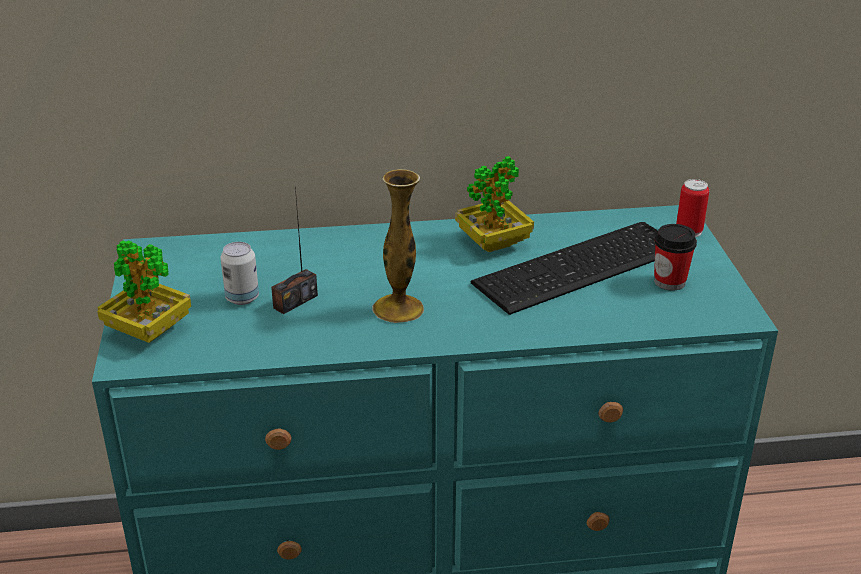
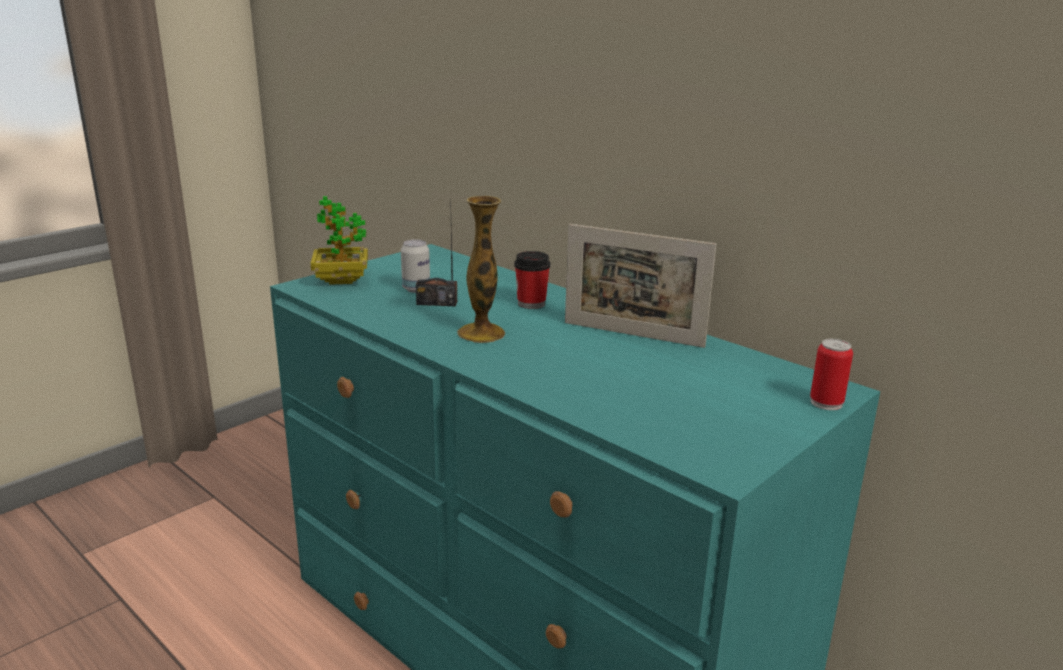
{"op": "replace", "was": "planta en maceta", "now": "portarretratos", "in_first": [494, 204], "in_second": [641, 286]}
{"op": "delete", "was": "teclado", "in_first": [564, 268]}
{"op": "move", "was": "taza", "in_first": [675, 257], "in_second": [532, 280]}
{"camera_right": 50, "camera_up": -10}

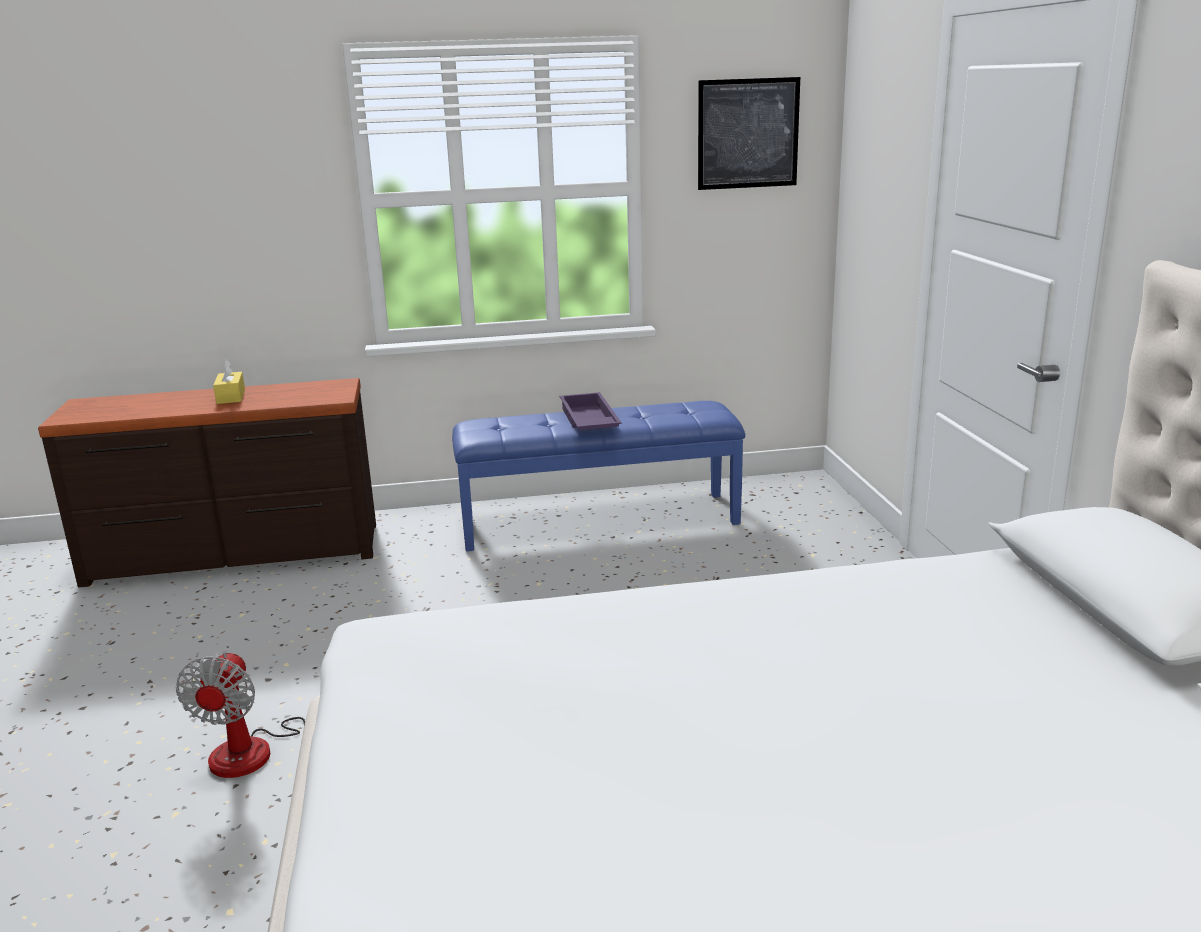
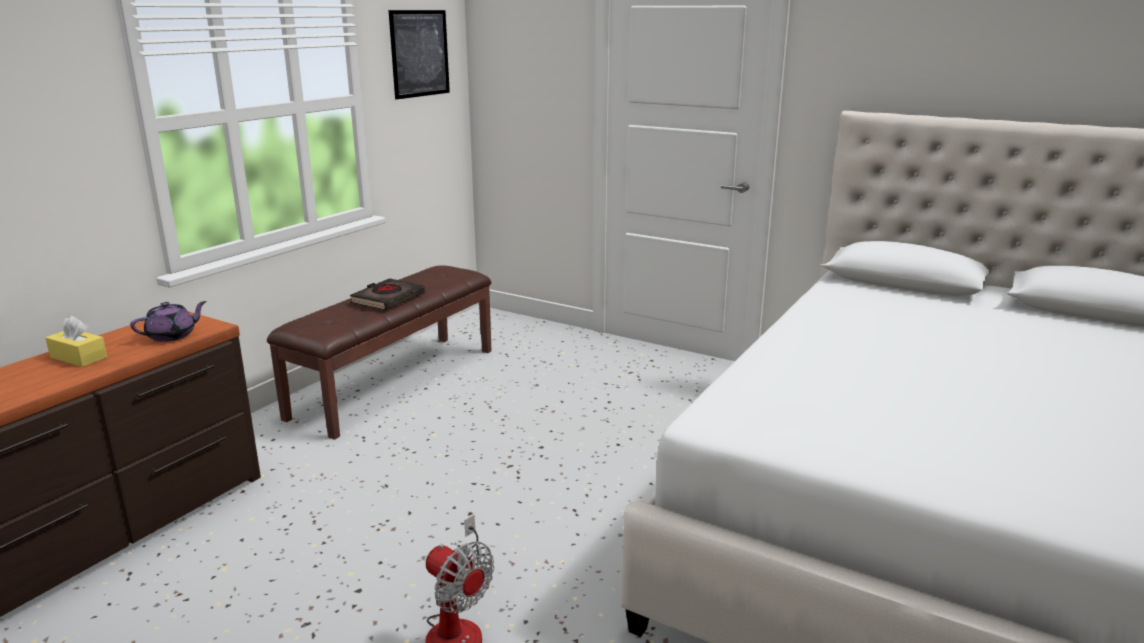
{"op": "recolor", "was": "banco (azul)", "now": "banco (marrón)", "in_first": [598, 476], "in_second": [379, 353]}
{"op": "replace", "was": "bandeja (morado)", "now": "libro (negro)", "in_first": [591, 411], "in_second": [387, 294]}
{"op": "insert", "now": "tetera (morado)", "in_second": [168, 321]}
{"camera_right": -50, "camera_up": 0}

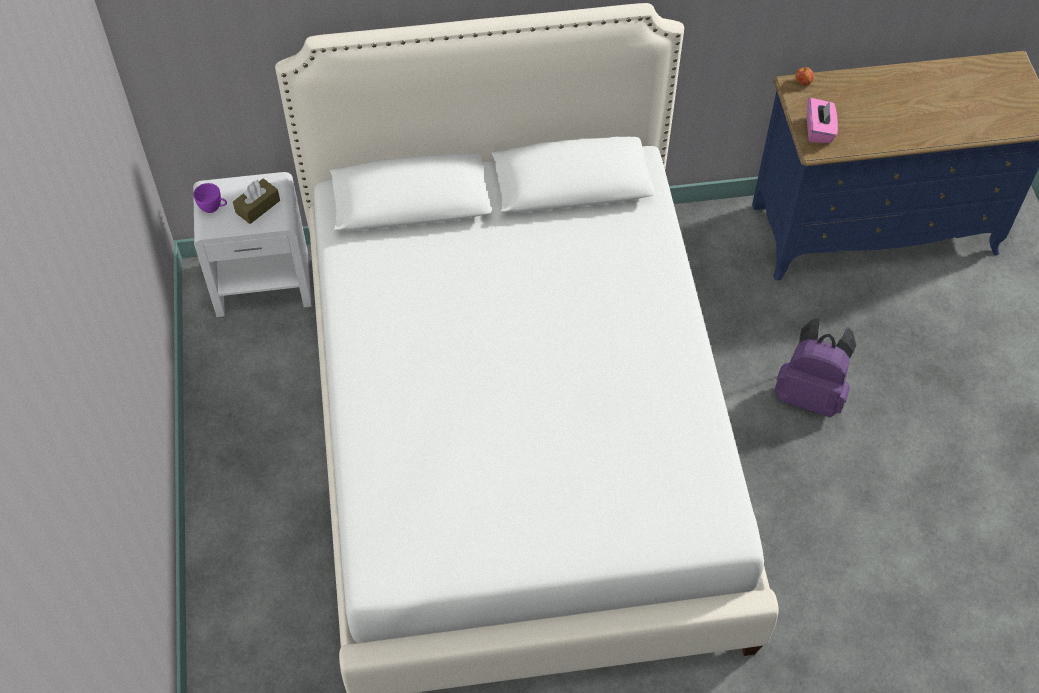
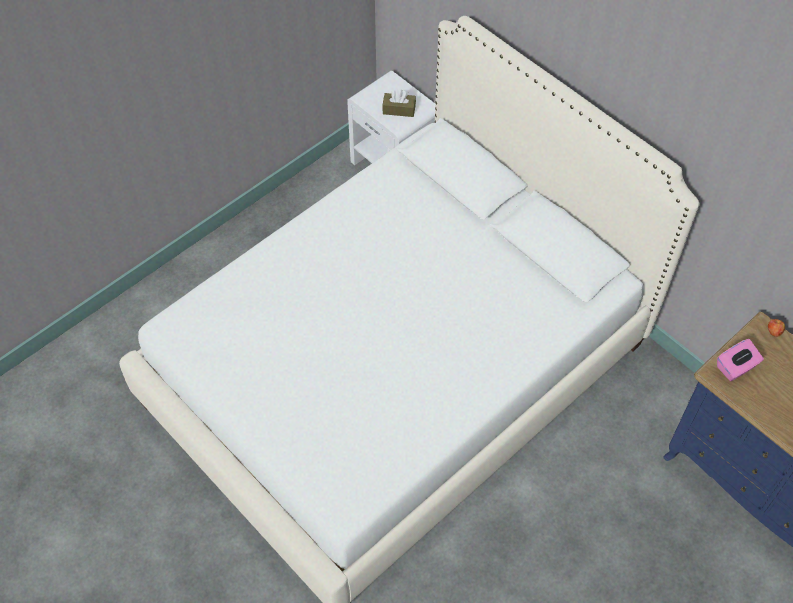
{"op": "delete", "was": "taza (morado)", "in_first": [210, 198]}
{"op": "delete", "was": "mochila (morado)", "in_first": [815, 367]}
{"camera_right": 55, "camera_up": 0}

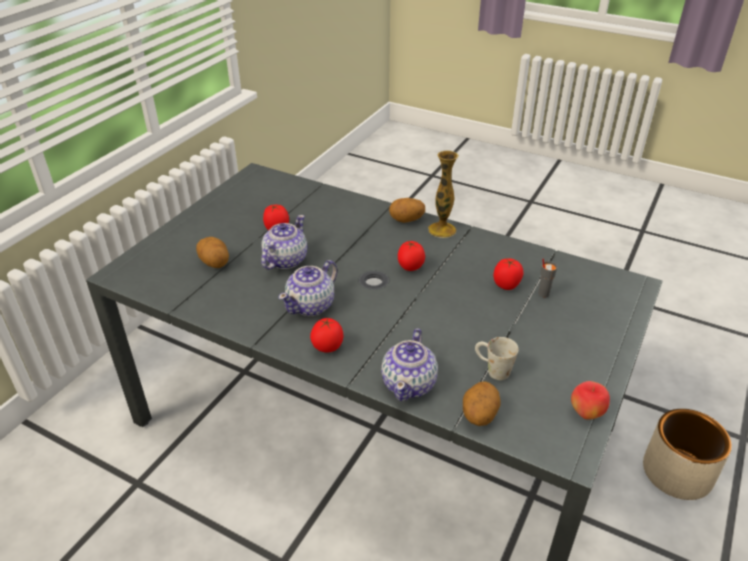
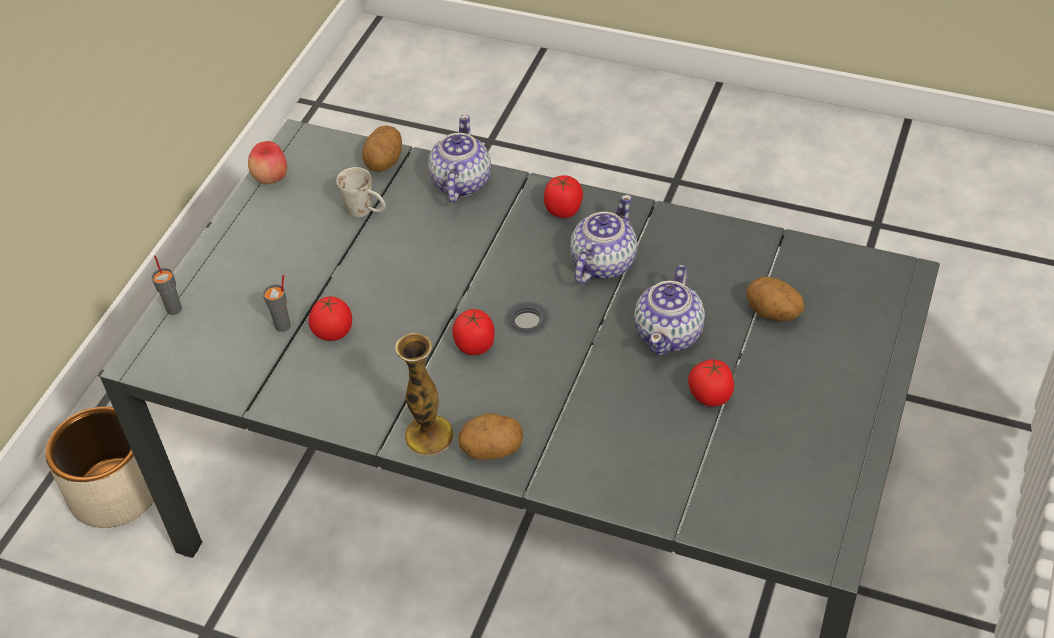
{"op": "insert", "now": "taza (gris)", "in_second": [167, 285]}
{"camera_right": 175, "camera_up": 10}

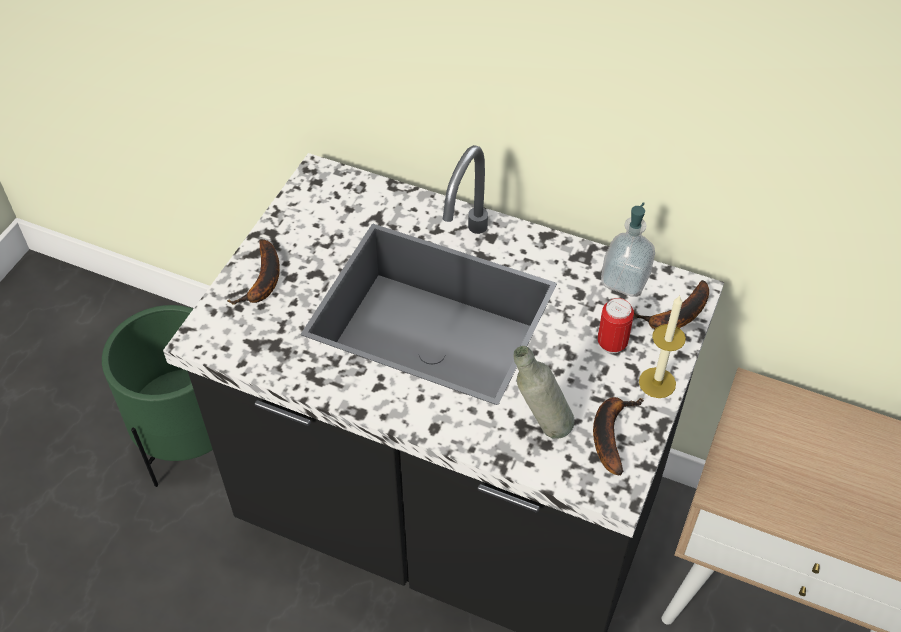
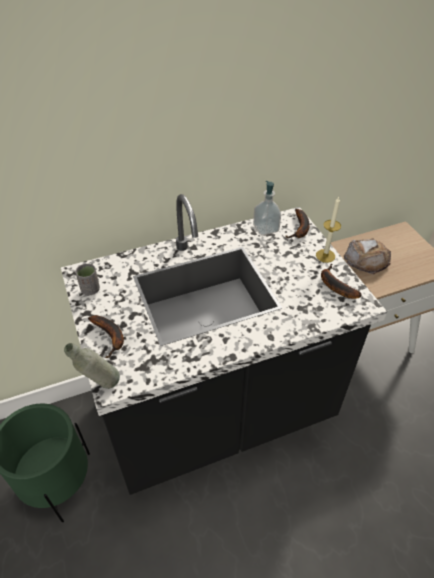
{"op": "move", "was": "botella (gris)", "in_first": [543, 392], "in_second": [92, 366]}
{"op": "delete", "was": "lata", "in_first": [615, 325]}
{"op": "insert", "now": "taza (gris)", "in_second": [87, 279]}
{"op": "insert", "now": "pan", "in_second": [367, 256]}
{"camera_right": -45, "camera_up": -5}

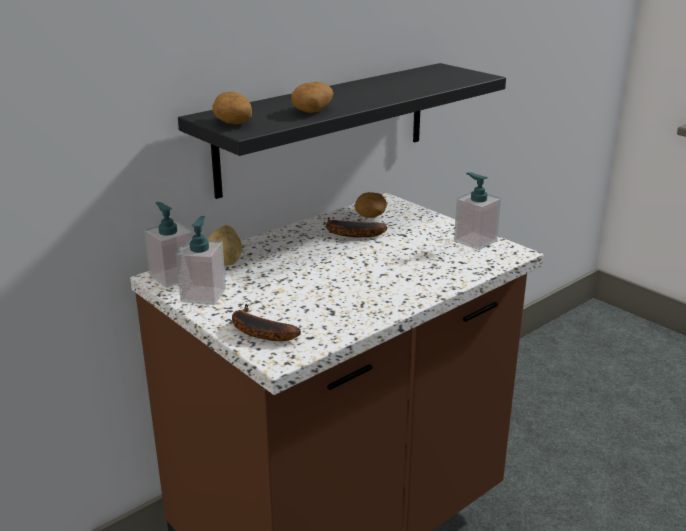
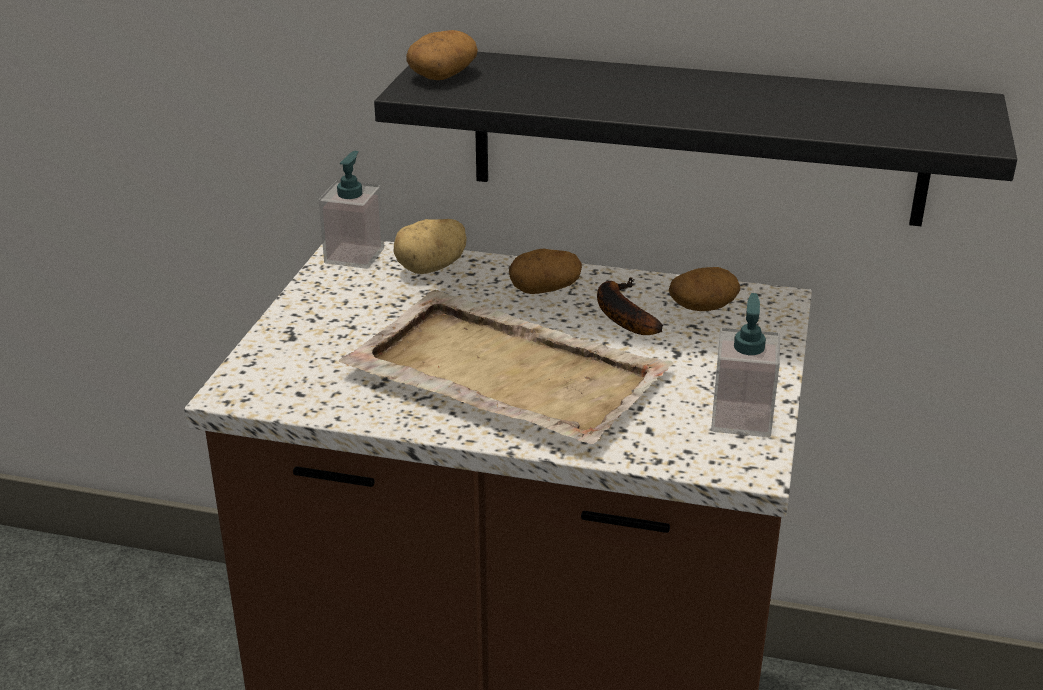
{"op": "delete", "was": "dispensador de jabón", "in_first": [201, 260]}
{"op": "delete", "was": "plátano", "in_first": [266, 322]}
{"op": "move", "was": "patata", "in_first": [312, 97], "in_second": [545, 271]}
{"op": "insert", "now": "bandeja (beis)", "in_second": [506, 367]}
{"camera_right": 55, "camera_up": 5}

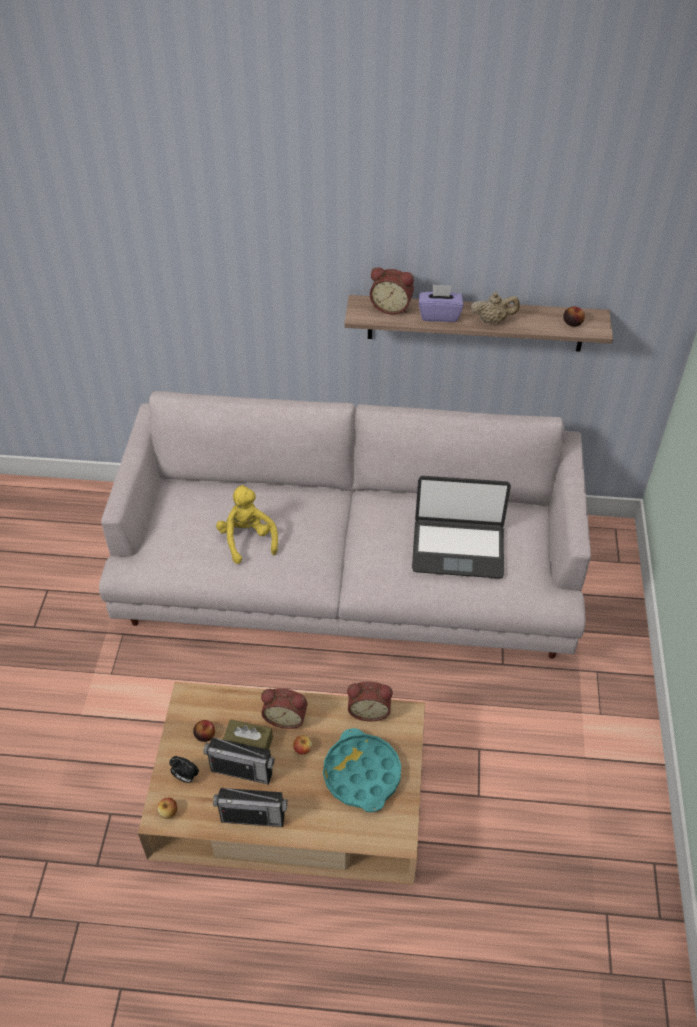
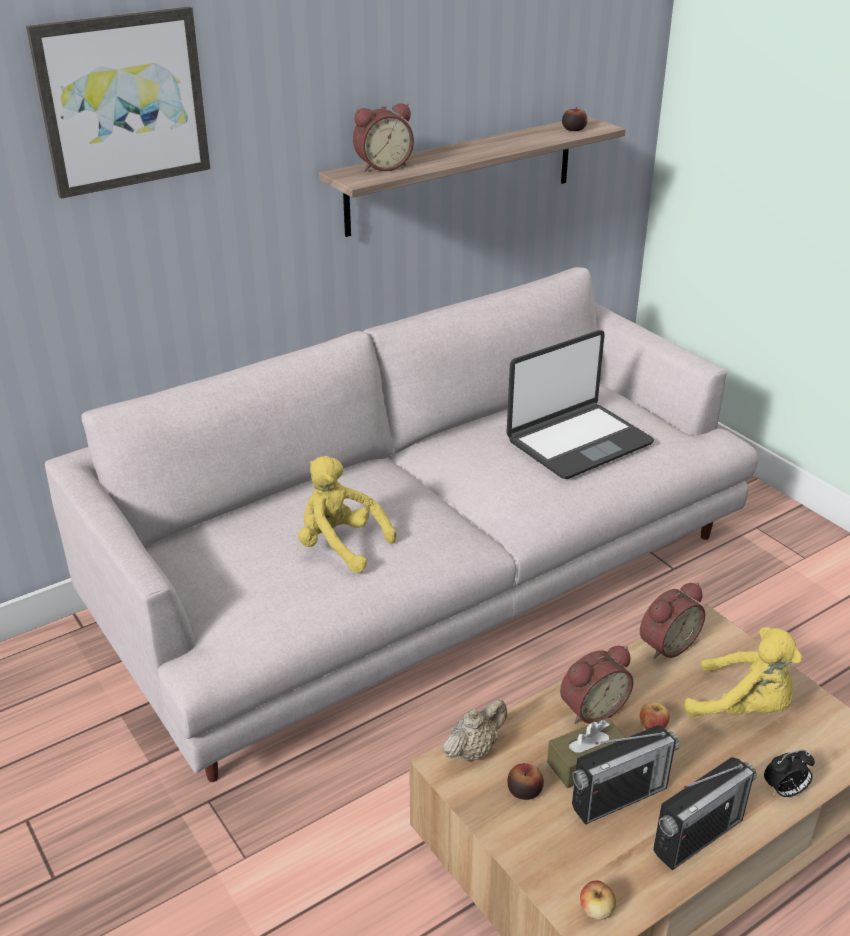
{"op": "move", "was": "despertador", "in_first": [184, 769], "in_second": [789, 773]}
{"op": "replace", "was": "bandeja (turquesa)", "now": "peluche (amarillo)", "in_first": [362, 770], "in_second": [743, 671]}
{"op": "delete", "was": "caja de pañuelos (morado)", "in_first": [441, 303]}
{"op": "move", "was": "tetera (beis)", "in_first": [495, 308], "in_second": [475, 730]}
{"op": "insert", "now": "cuadro", "in_second": [118, 103]}
{"camera_right": -40, "camera_up": -15}

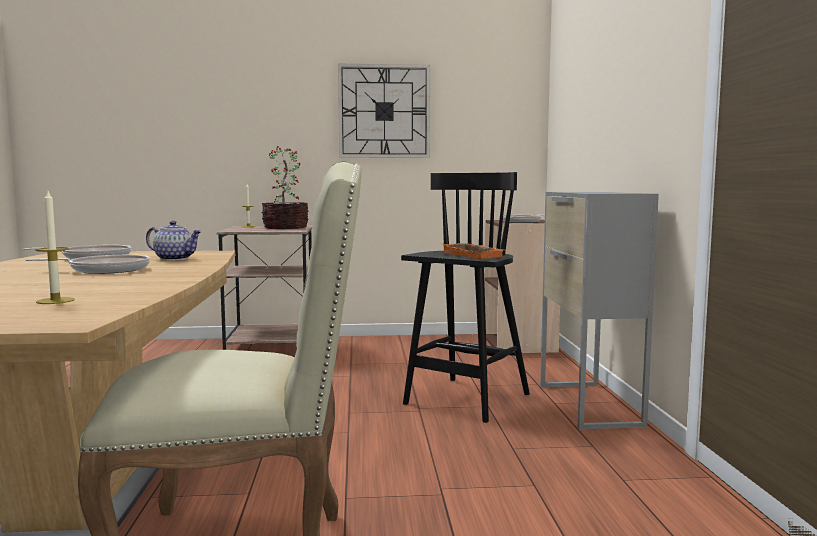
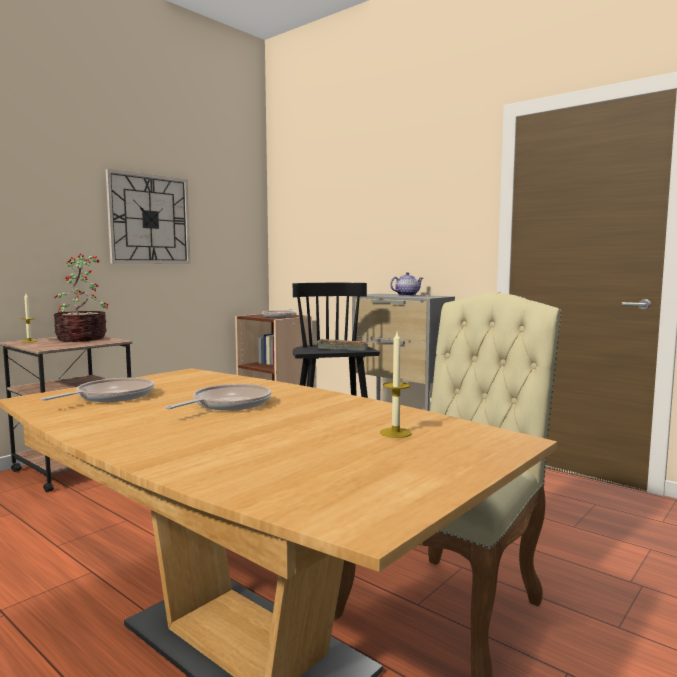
{"op": "move", "was": "tetera", "in_first": [174, 241], "in_second": [406, 284]}
{"op": "recolor", "was": "bandeja (naranja)", "now": "bandeja (gris)", "in_first": [472, 251], "in_second": [343, 345]}
{"camera_right": -45, "camera_up": 0}

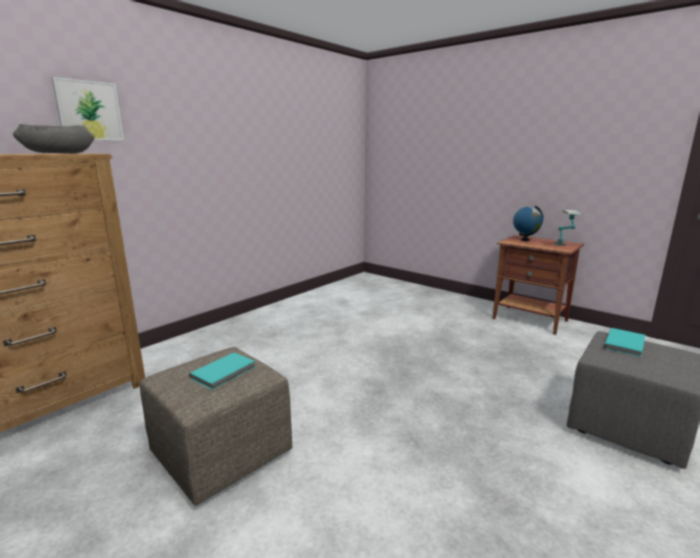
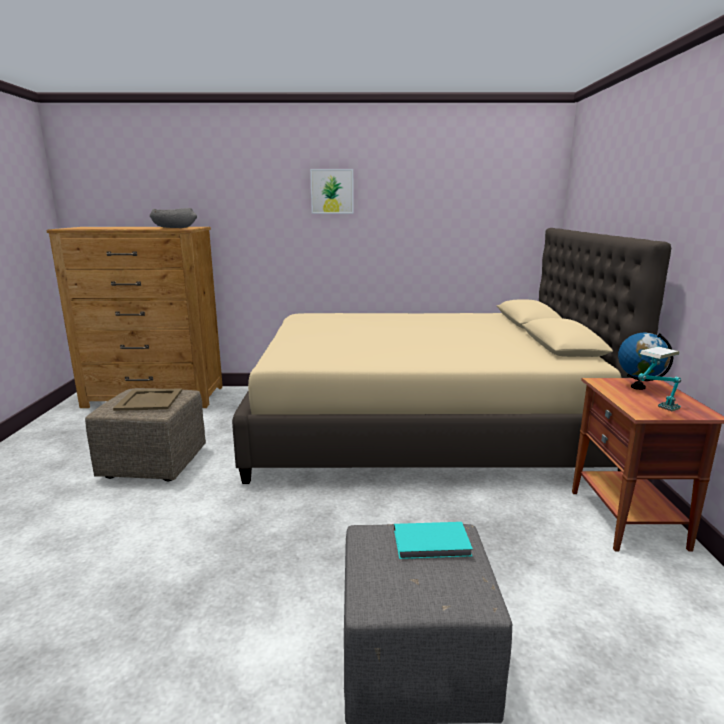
{"op": "move", "was": "cuadro", "in_first": [87, 109], "in_second": [332, 191]}
{"op": "replace", "was": "libro (turquesa)", "now": "bandeja (beis)", "in_first": [222, 371], "in_second": [147, 399]}
{"op": "insert", "now": "cama (beis)", "in_second": [451, 356]}
{"camera_right": 50, "camera_up": 0}

